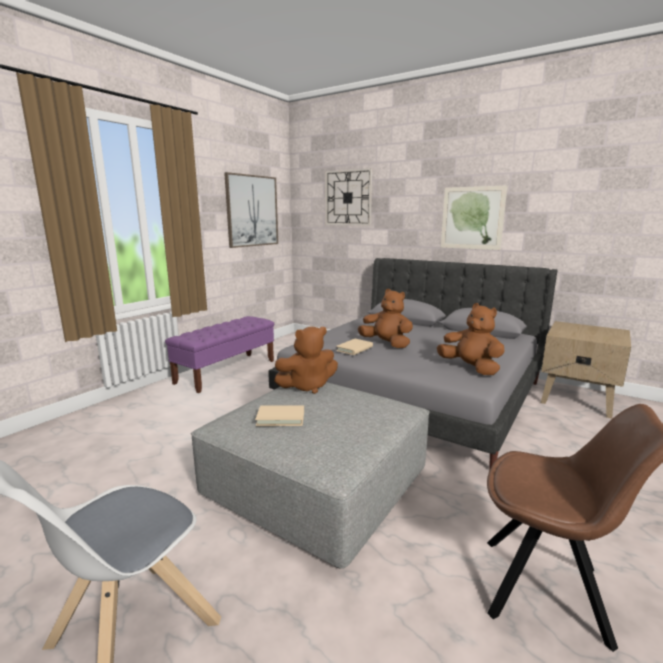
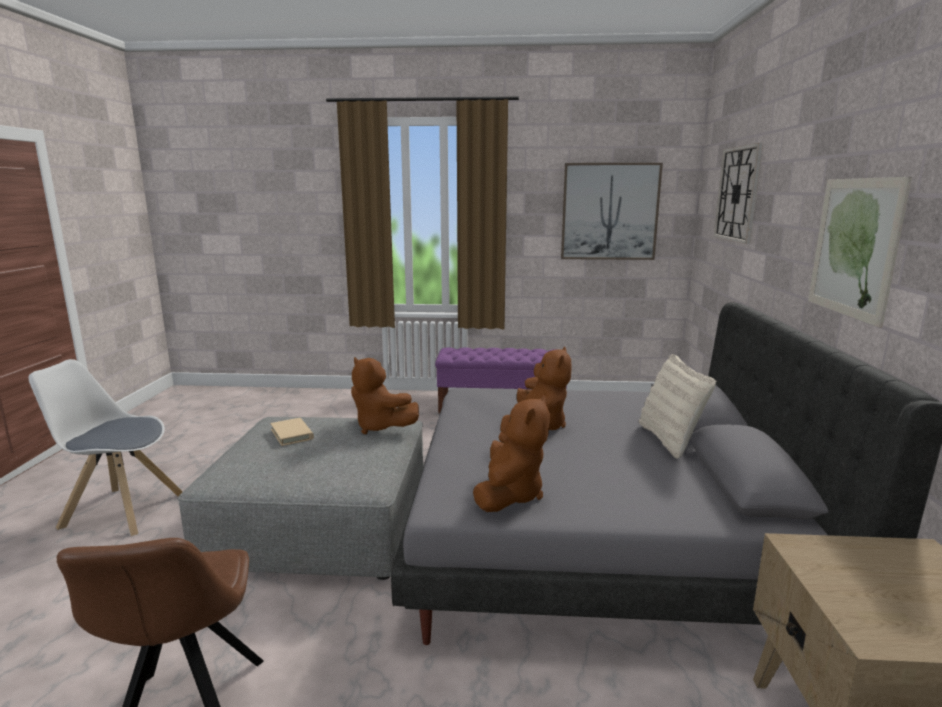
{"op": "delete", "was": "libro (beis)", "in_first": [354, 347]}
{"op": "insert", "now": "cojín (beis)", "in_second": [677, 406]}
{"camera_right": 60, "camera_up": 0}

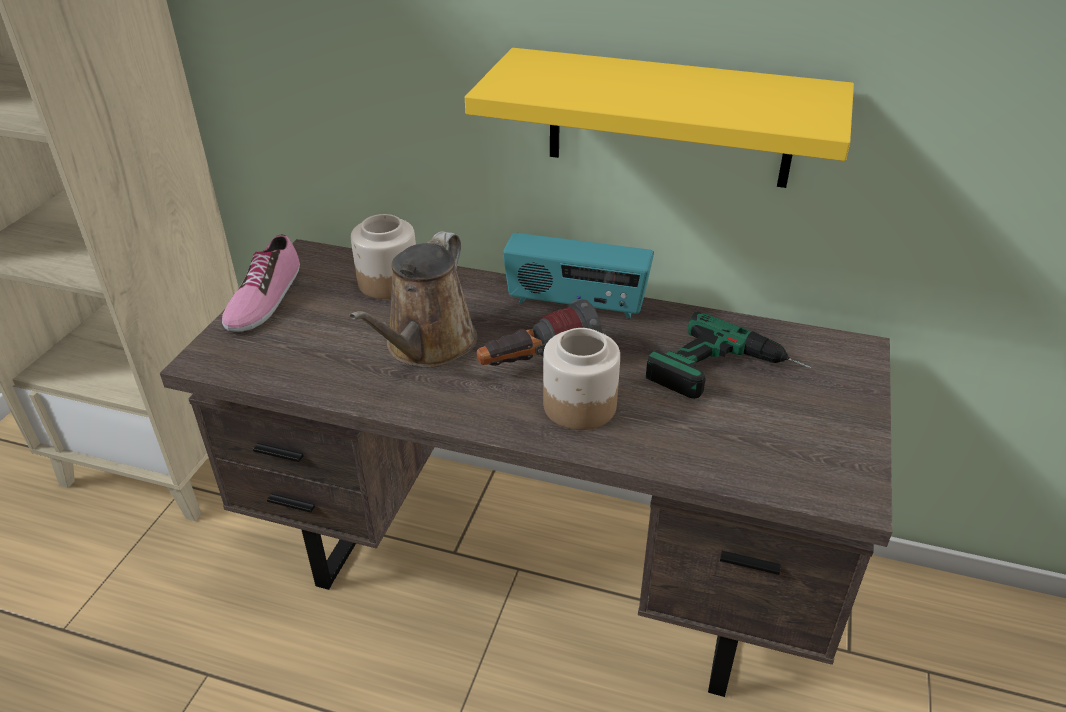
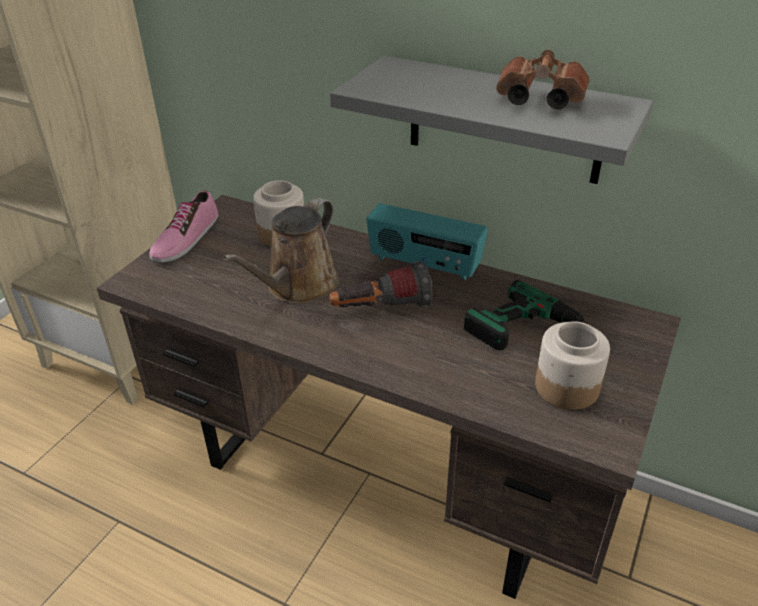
{"op": "recolor", "was": "estante (amarillo)", "now": "estante (gris)", "in_first": [659, 118], "in_second": [492, 120]}
{"op": "move", "was": "tarro", "in_first": [581, 379], "in_second": [572, 365]}
{"op": "insert", "now": "prismáticos (marrón)", "in_second": [542, 80]}
{"camera_right": 10, "camera_up": 0}

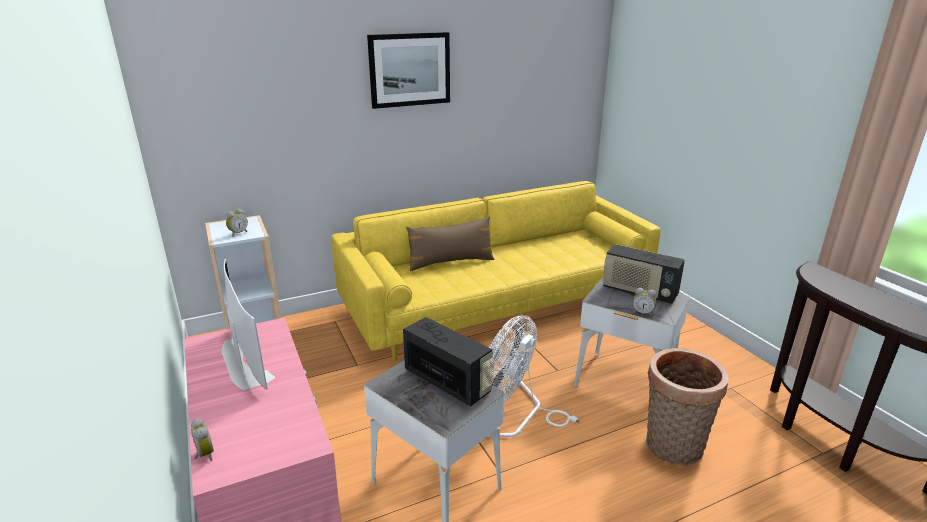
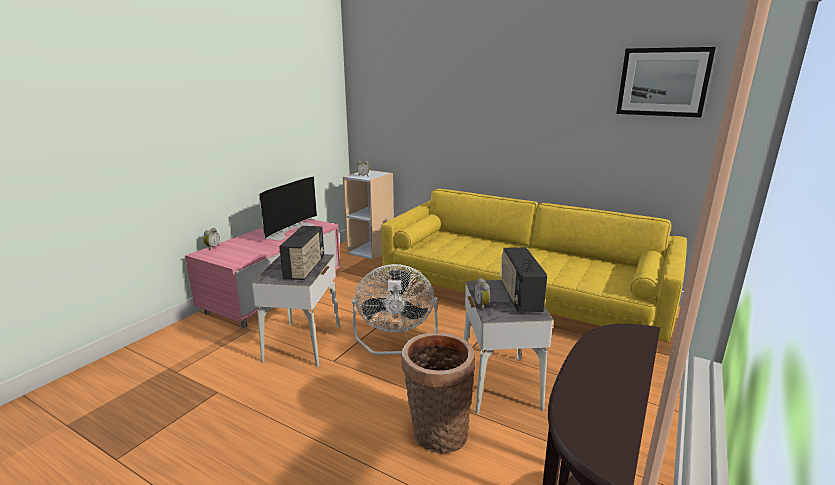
{"op": "move", "was": "cuadro", "in_first": [408, 70], "in_second": [666, 82]}
{"op": "delete", "was": "cojín (marrón)", "in_first": [450, 244]}
{"camera_right": 55, "camera_up": -5}

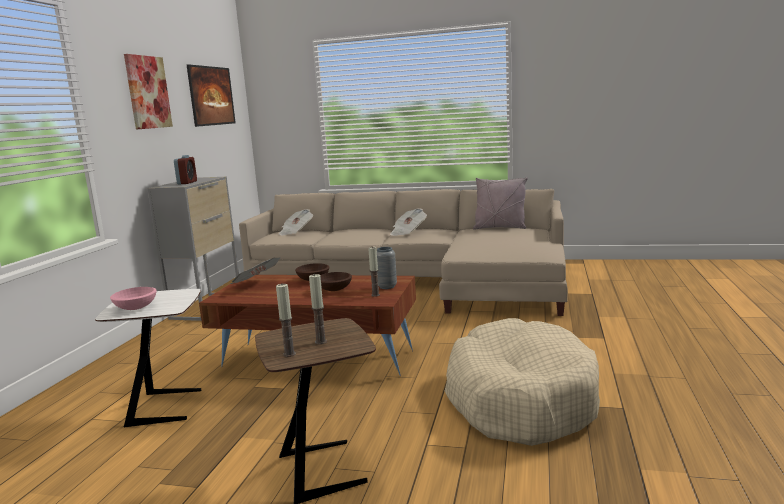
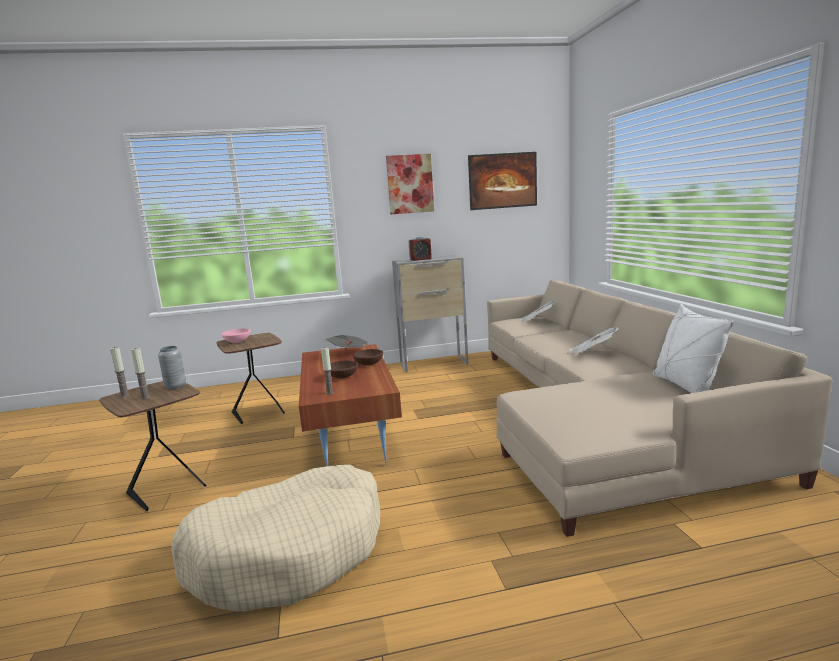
{"op": "recolor", "was": "mesa auxiliar (blanco)", "now": "mesa auxiliar (marrón)", "in_first": [148, 358], "in_second": [251, 378]}
{"op": "move", "was": "florero (gris)", "in_first": [387, 268], "in_second": [172, 367]}
{"op": "recolor", "was": "cojín (morado)", "now": "cojín (blanco)", "in_first": [500, 203], "in_second": [693, 348]}
{"camera_right": 65, "camera_up": 0}

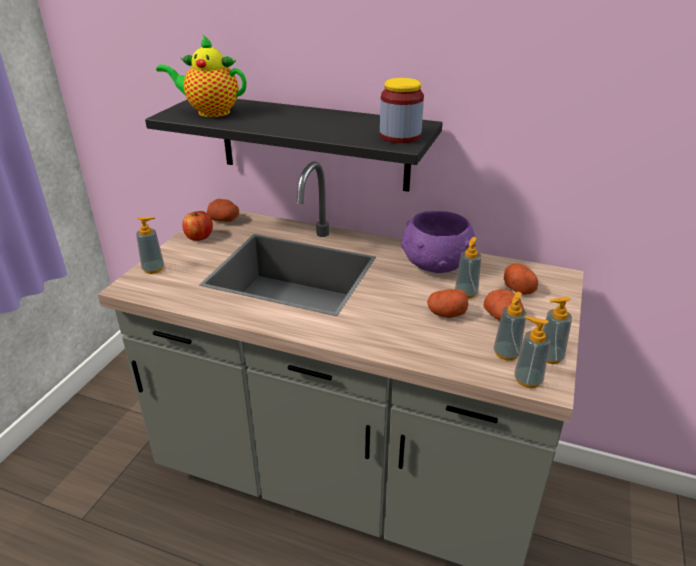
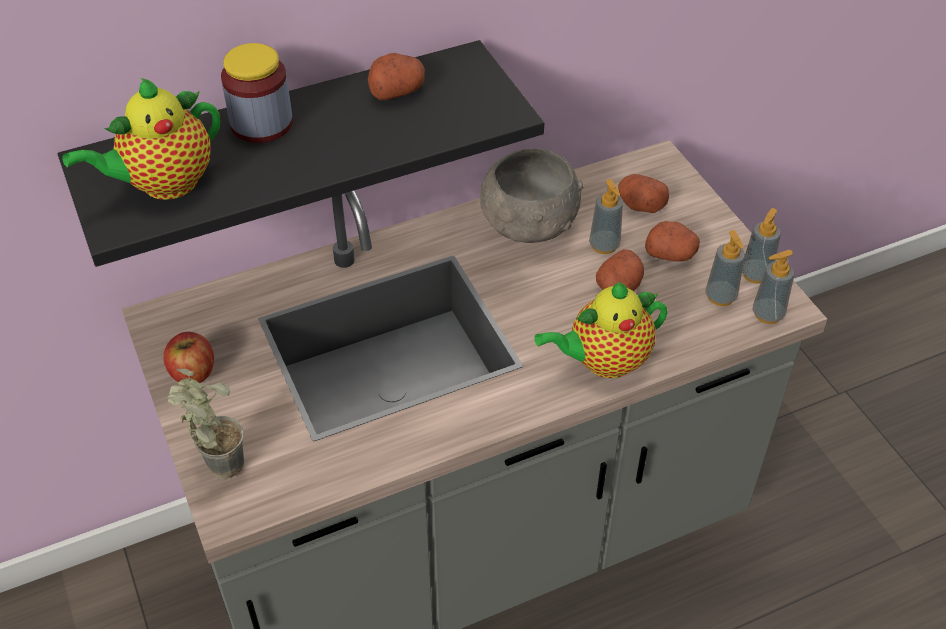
{"op": "replace", "was": "dispensador de jabón", "now": "planta en maceta", "in_first": [150, 245], "in_second": [205, 424]}
{"op": "move", "was": "patata", "in_first": [223, 210], "in_second": [396, 76]}
{"op": "move", "was": "tarro", "in_first": [402, 110], "in_second": [257, 93]}
{"op": "recolor", "was": "cuenco (morado)", "now": "cuenco (gris)", "in_first": [438, 242], "in_second": [531, 195]}
{"op": "insert", "now": "tetera", "in_second": [601, 330]}
{"camera_right": -45, "camera_up": 15}

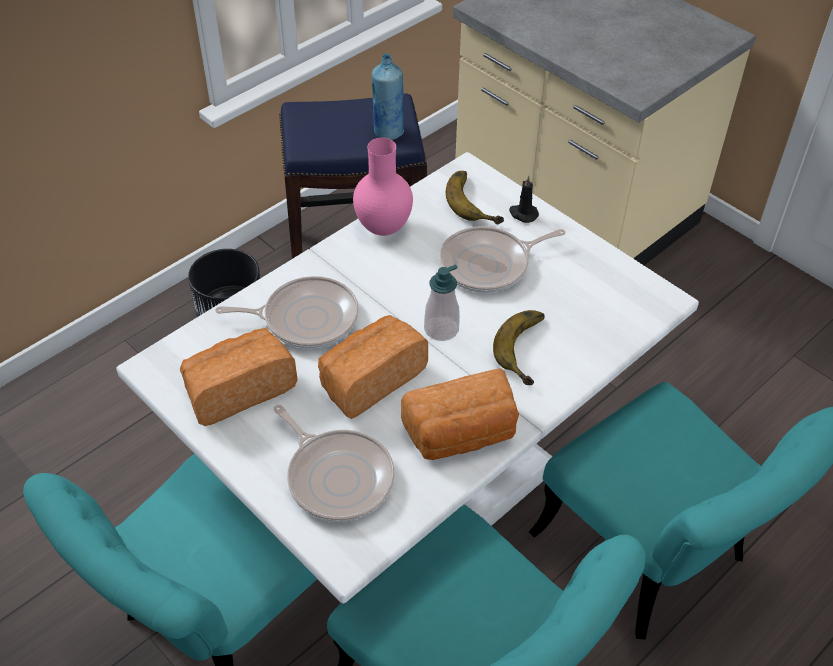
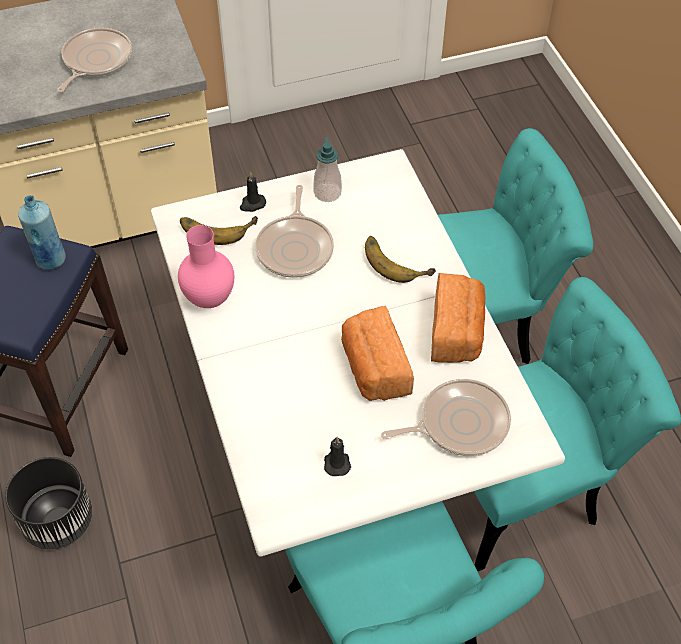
{"op": "replace", "was": "pan", "now": "vela (negro)", "in_first": [239, 377], "in_second": [337, 456]}
{"op": "move", "was": "sartén", "in_first": [287, 312], "in_second": [94, 60]}
{"op": "move", "was": "dispensador de jabón", "in_first": [442, 303], "in_second": [327, 169]}
{"camera_right": -65, "camera_up": 5}

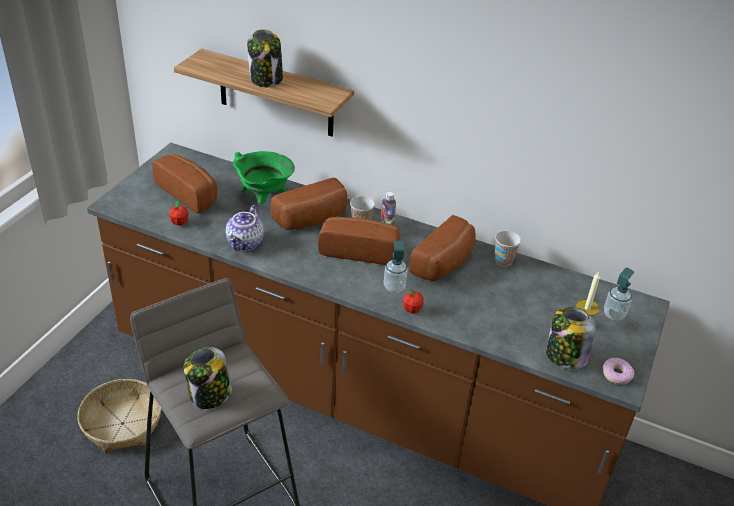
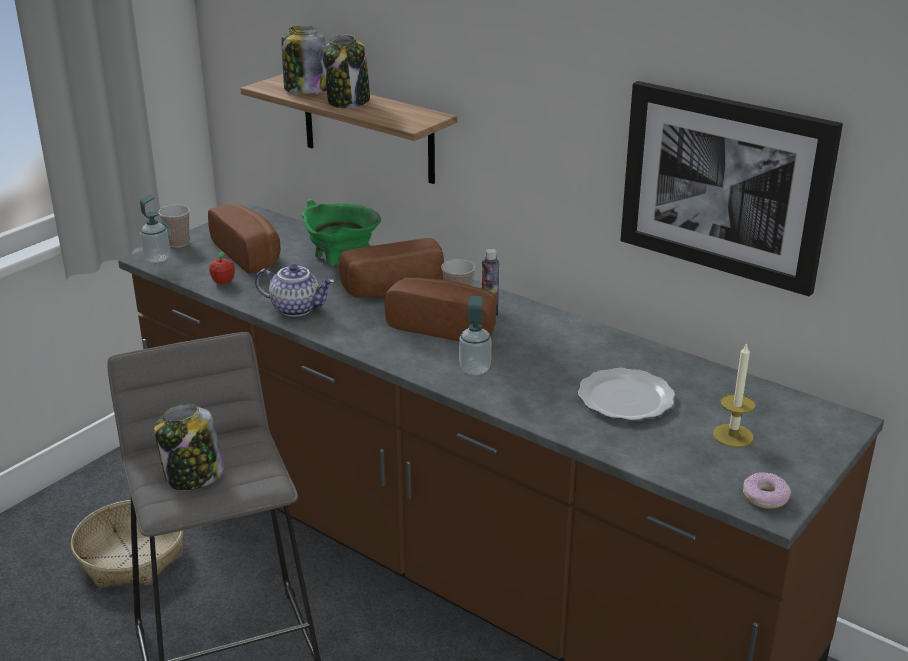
{"op": "rotate", "was": "tetera", "in_first": [245, 228], "in_second": [294, 290], "clockwise": -105}
{"op": "delete", "was": "manzana", "in_first": [413, 301]}
{"op": "delete", "was": "pan", "in_first": [442, 248]}
{"op": "move", "was": "taza", "in_first": [508, 249], "in_second": [174, 226]}
{"op": "move", "was": "tarro", "in_first": [571, 338], "in_second": [304, 60]}
{"op": "move", "was": "dispensador de jabón", "in_first": [619, 294], "in_second": [155, 228]}
{"op": "insert", "now": "plato", "in_second": [626, 394]}
{"op": "insert", "now": "cuadro", "in_second": [731, 188]}
{"camera_right": 15, "camera_up": -10}

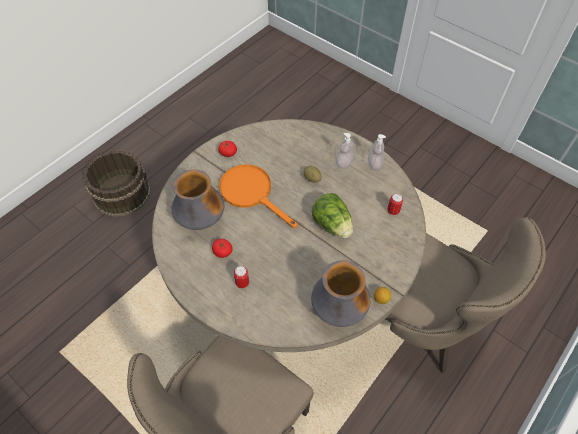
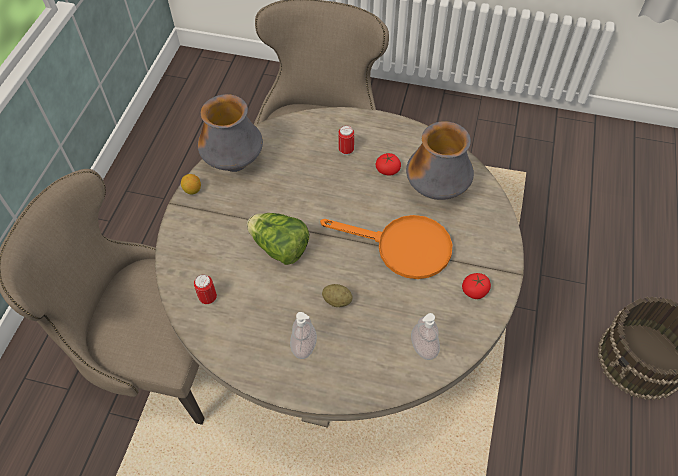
{"op": "move", "was": "dispensador de jabón", "in_first": [377, 152], "in_second": [425, 336]}
{"camera_right": 155, "camera_up": 0}

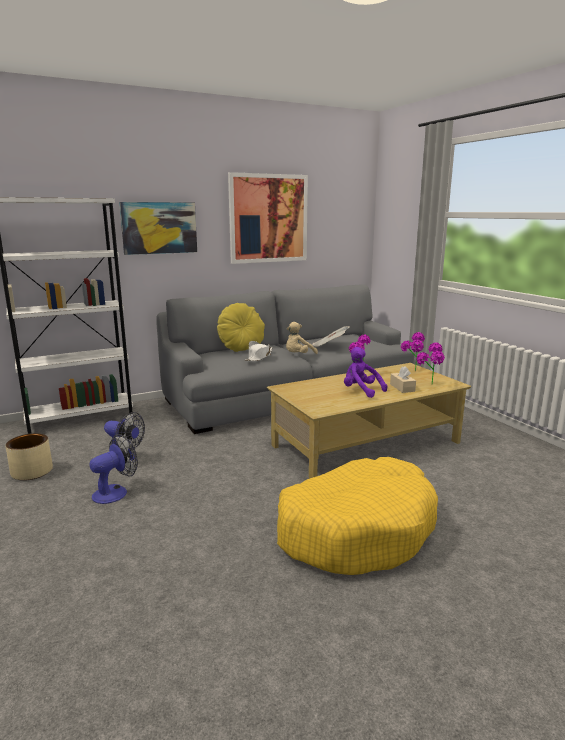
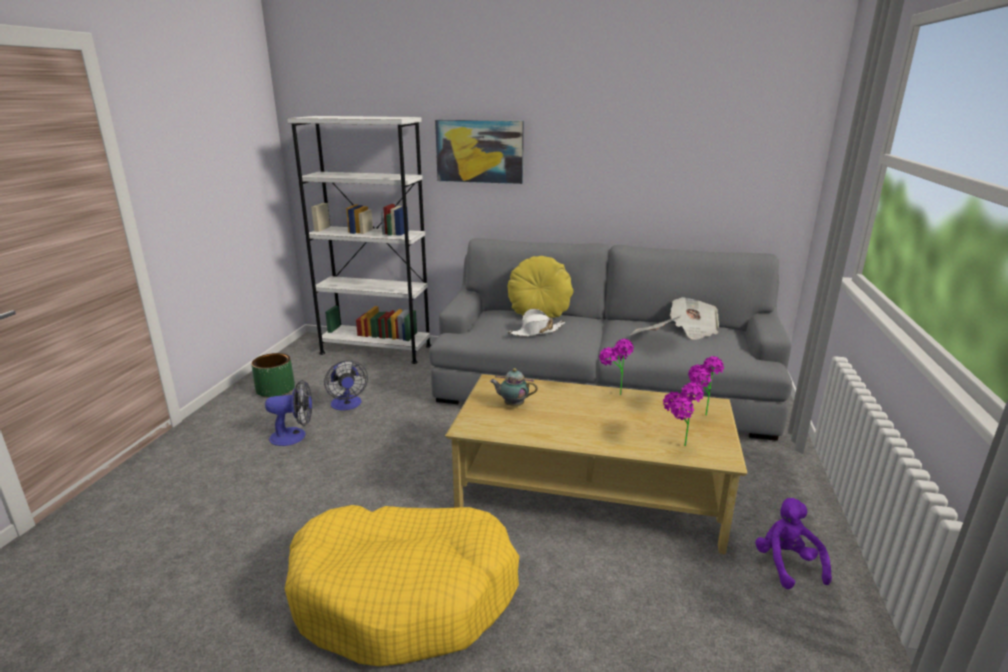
{"op": "recolor", "was": "maceta (beis)", "now": "maceta (verde)", "in_first": [29, 456], "in_second": [273, 375]}
{"op": "delete", "was": "cuadro", "in_first": [268, 218]}
{"op": "delete", "was": "peluche (beis)", "in_first": [302, 338]}
{"op": "move", "was": "peluche (morado)", "in_first": [366, 372], "in_second": [793, 543]}
{"op": "delete", "was": "caja de pañuelos (beis)", "in_first": [403, 379]}
{"op": "insert", "now": "tetera", "in_second": [514, 387]}
{"op": "insert", "now": "periódico", "in_second": [694, 318]}
{"camera_right": 40, "camera_up": 5}

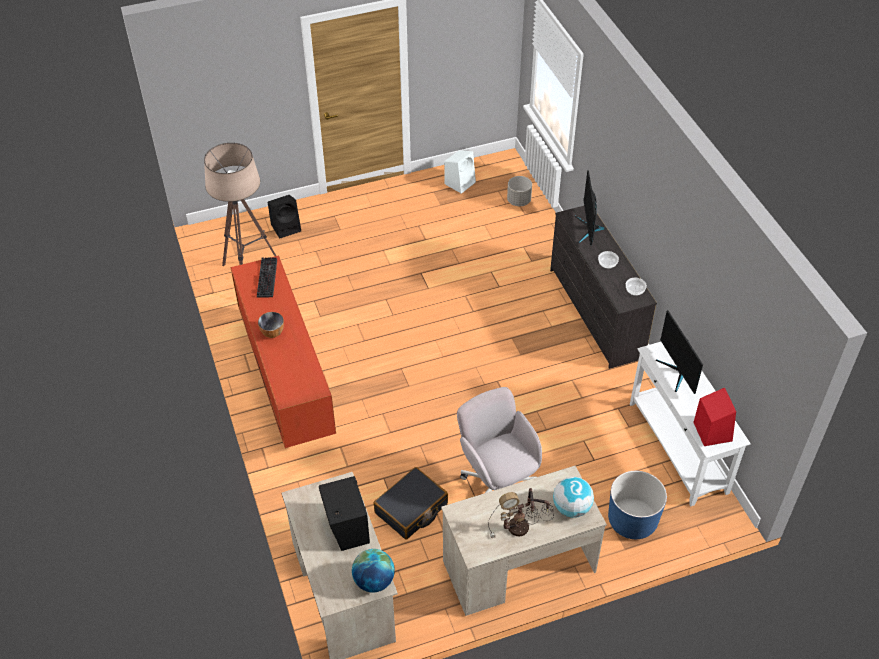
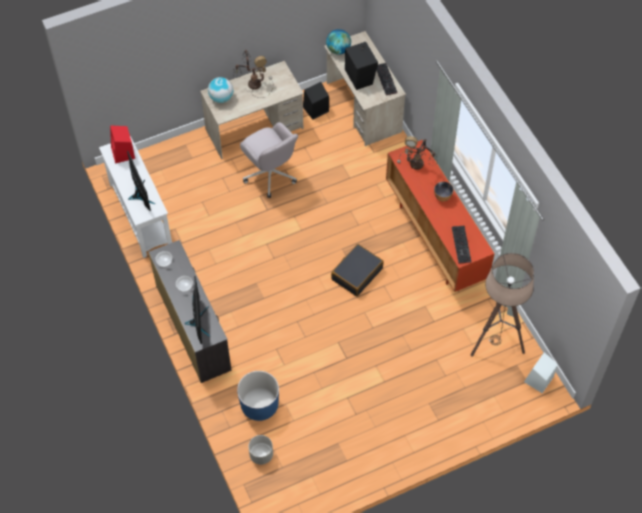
{"op": "move", "was": "altavoz (negro)", "in_first": [284, 217], "in_second": [316, 101]}
{"op": "move", "was": "maleta (negro)", "in_first": [410, 503], "in_second": [357, 270]}
{"op": "move", "was": "altavoz (blanco)", "in_first": [460, 172], "in_second": [541, 372]}
{"op": "move", "was": "maceta (azul)", "in_first": [637, 505], "in_second": [258, 396]}
{"op": "insert", "now": "teclado", "in_second": [387, 79]}
{"op": "insert", "now": "lámpara de mesa", "in_second": [417, 153]}
{"camera_right": 175, "camera_up": 10}

